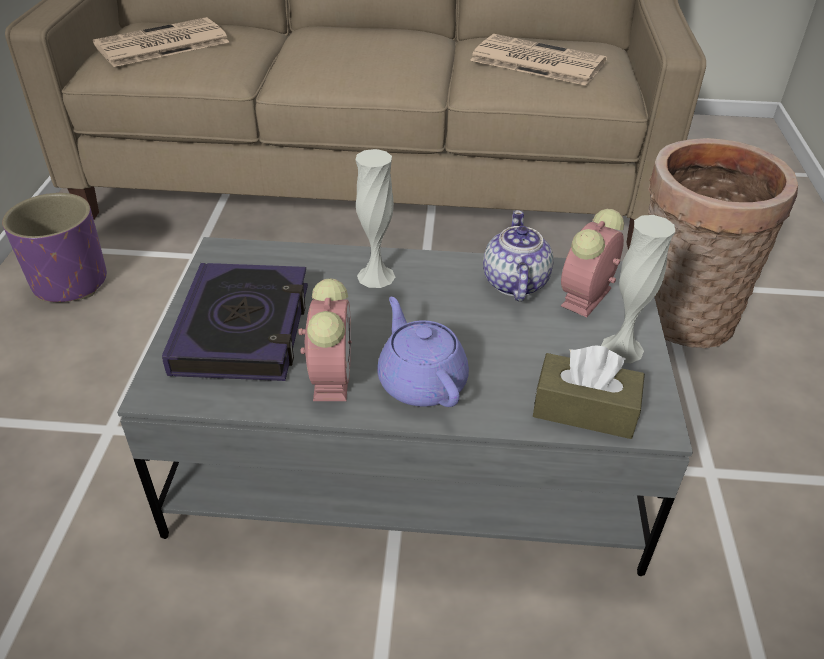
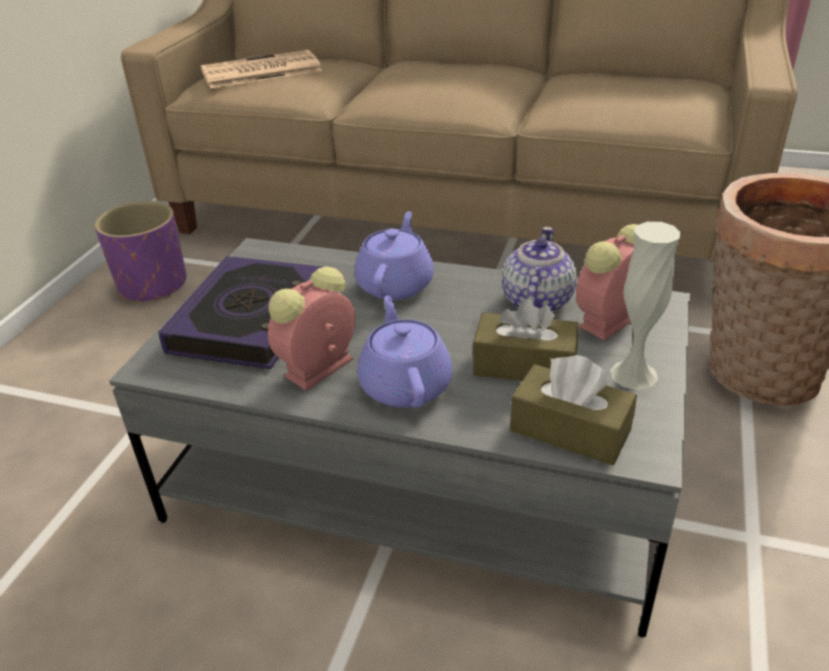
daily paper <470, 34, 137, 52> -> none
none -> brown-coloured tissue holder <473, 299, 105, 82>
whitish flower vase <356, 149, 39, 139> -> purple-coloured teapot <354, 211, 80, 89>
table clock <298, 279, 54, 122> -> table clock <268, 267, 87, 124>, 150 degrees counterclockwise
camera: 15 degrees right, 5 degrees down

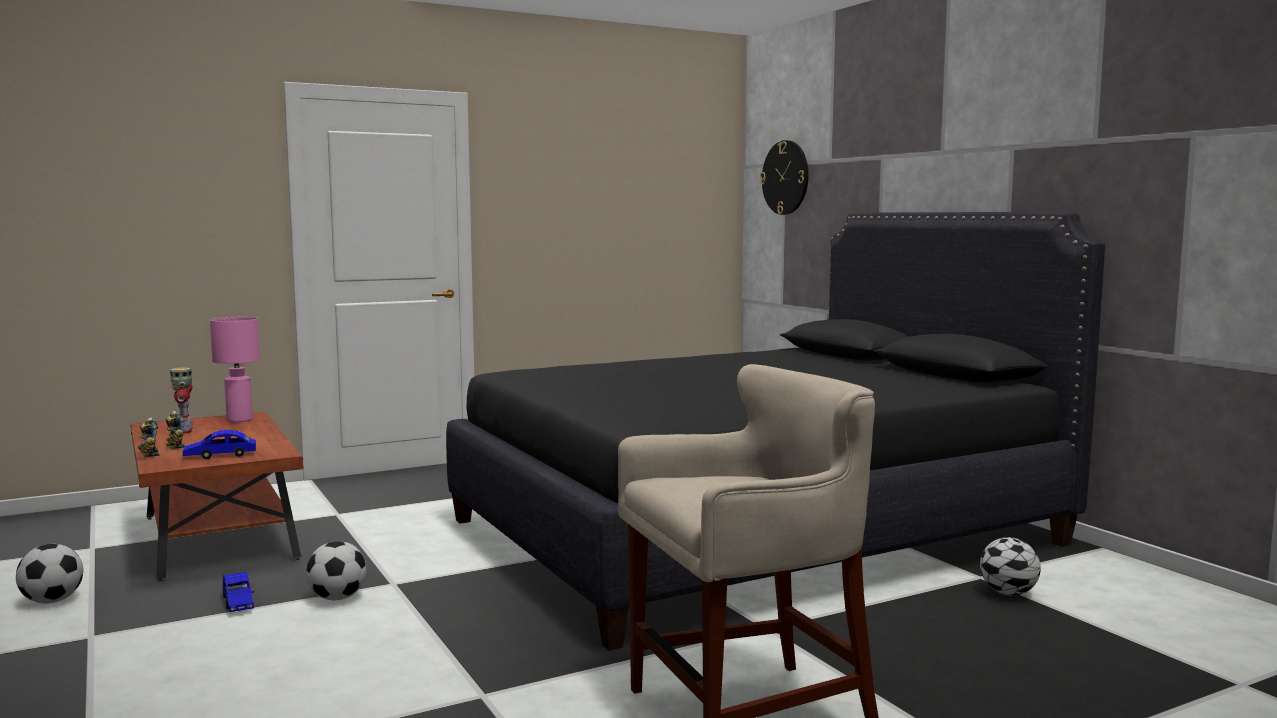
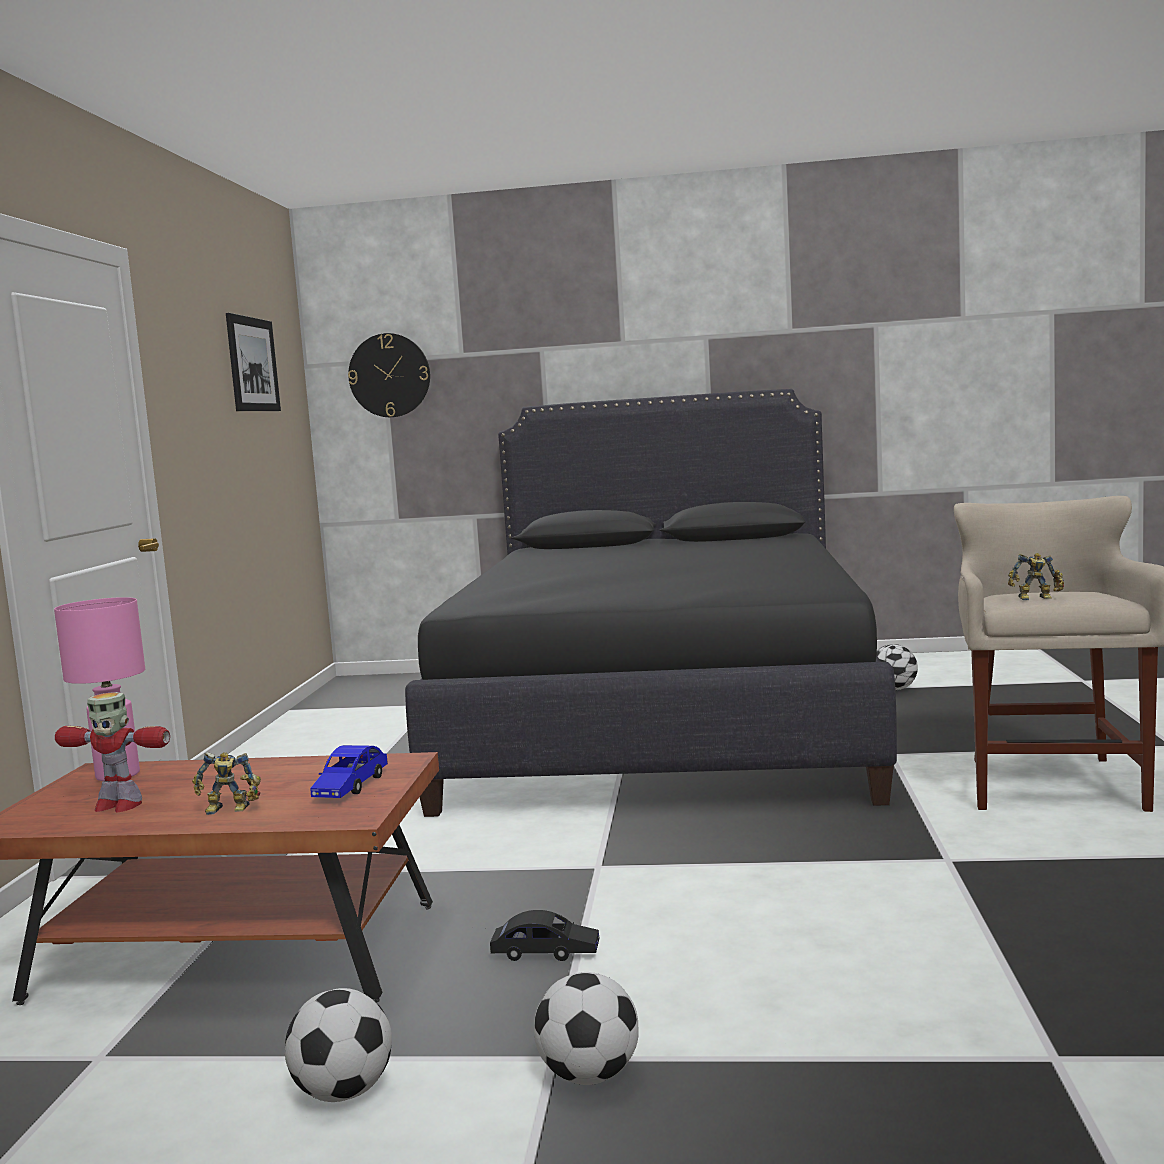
none -> wall picture <226, 313, 55, 98>
toy robot <138, 417, 21, 40> -> toy robot <1008, 553, 56, 47>, moved
ball for football <306, 541, 60, 59> -> ball for football <534, 972, 105, 113>, moved
bluish toy car <223, 572, 31, 40> -> blackish toy car <490, 910, 110, 51>
camera: 55 degrees left, 0 degrees up

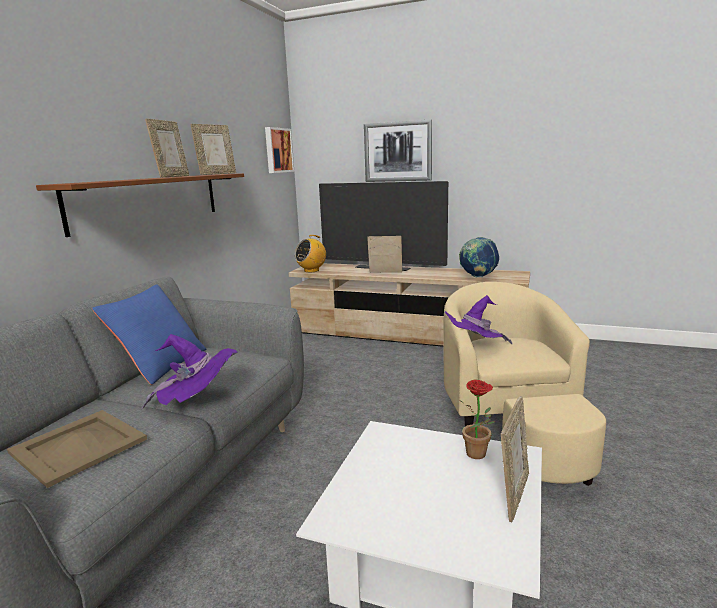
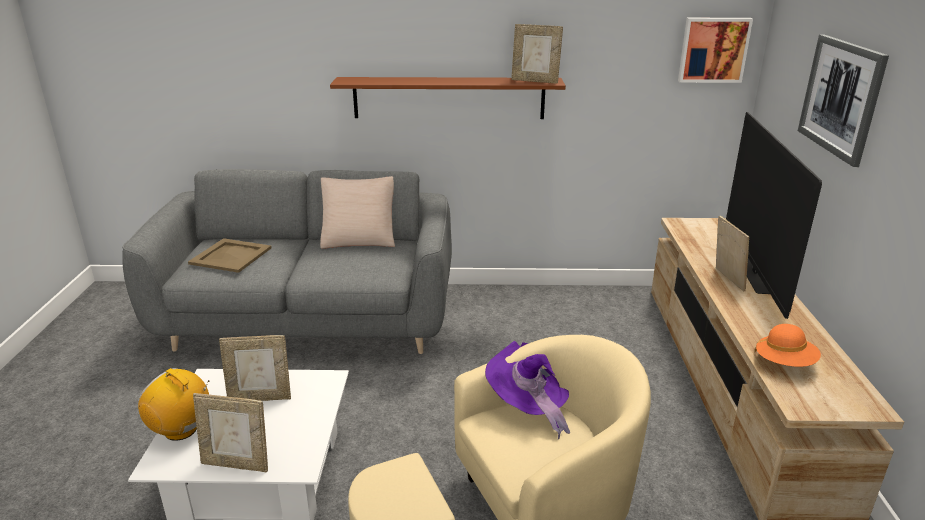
purple-coloured hat <141, 334, 97, 75> -> none
plant in a pot <460, 380, 35, 79> -> none
standing frame <145, 118, 45, 59> -> standing frame <219, 335, 72, 66>, moved
radio <295, 235, 31, 37> -> radio <138, 368, 72, 73>, moved
world globe <459, 237, 40, 40> -> orangey hat <755, 324, 66, 43>
bluish pillow <92, 284, 115, 101> -> sand-coloured pillow <320, 176, 75, 73>
camera: 70 degrees right, 10 degrees up

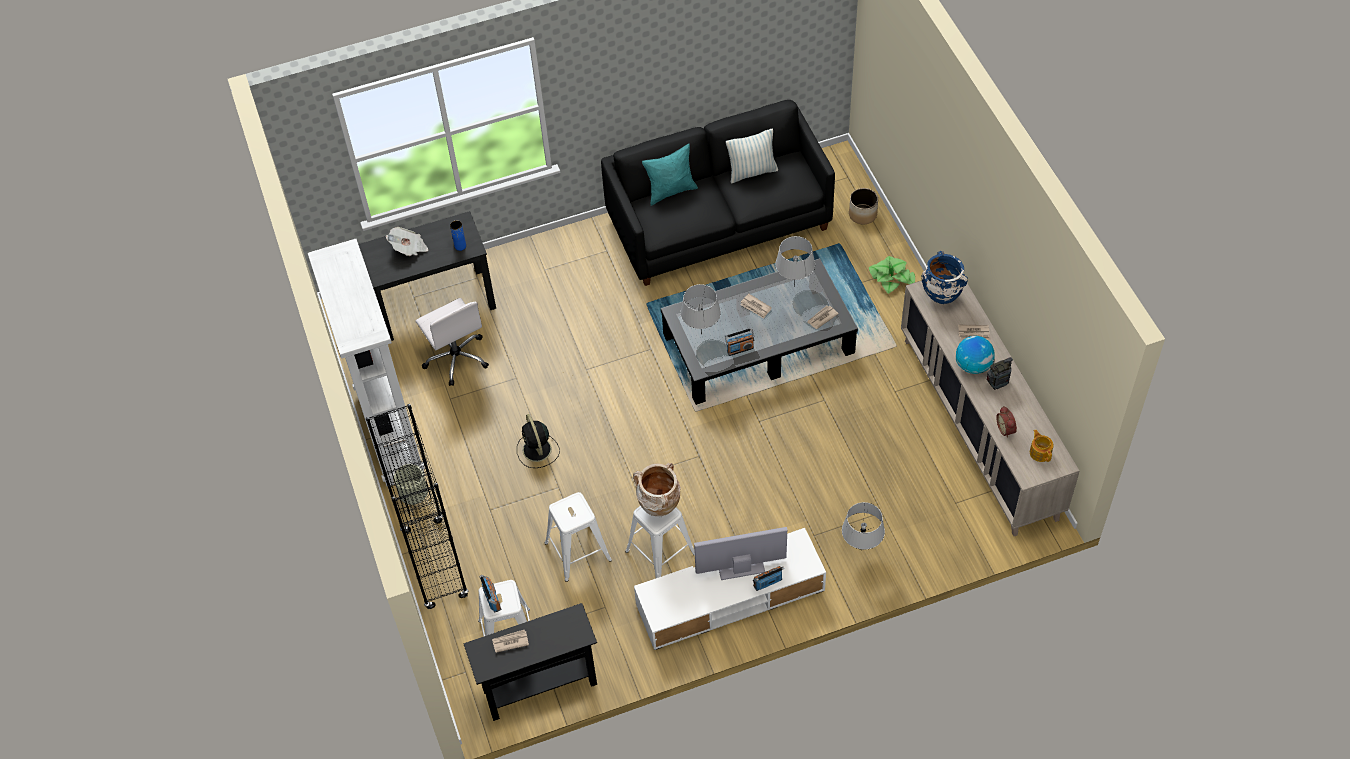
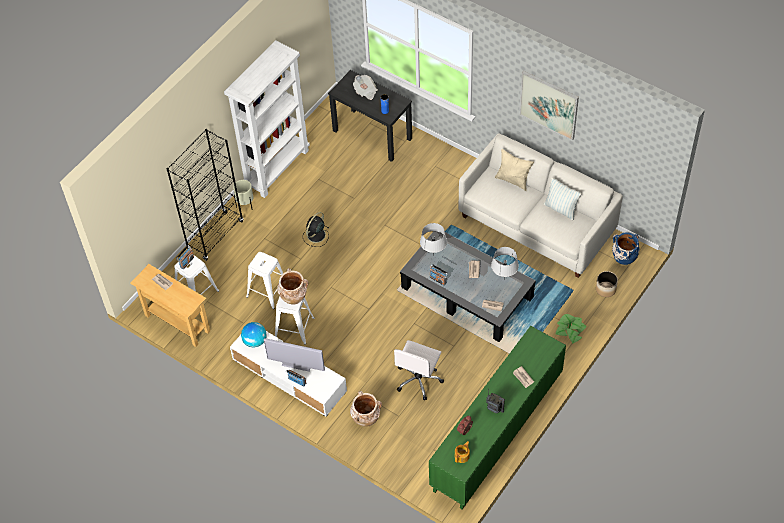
none -> wall picture <519, 71, 60, 70>
whitish computer chair <416, 298, 73, 88> -> whitish computer chair <394, 340, 50, 60>, moved
bluish flower vase <921, 251, 46, 53> -> bluish flower vase <612, 232, 28, 33>, moved
world globe <956, 336, 39, 38> -> world globe <241, 322, 26, 25>, moved
gray lamp for a table <842, 502, 43, 48> -> sand-coloured flower vase <350, 391, 32, 36>
blackish narrow table <463, 603, 134, 118> -> sand-coloured narrow table <130, 264, 80, 83>
blackish sofa <601, 100, 234, 186> -> whitish sofa <458, 133, 165, 145>
turquoise pillow <642, 144, 56, 62> -> sand-coloured pillow <495, 149, 39, 42>
sand-coloured storage cabinet <901, 281, 179, 255> -> green-coloured storage cabinet <429, 326, 137, 183>
television <694, 527, 93, 53> -> television <264, 338, 61, 33>, 150 degrees clockwise
camera: 55 degrees right, 0 degrees up

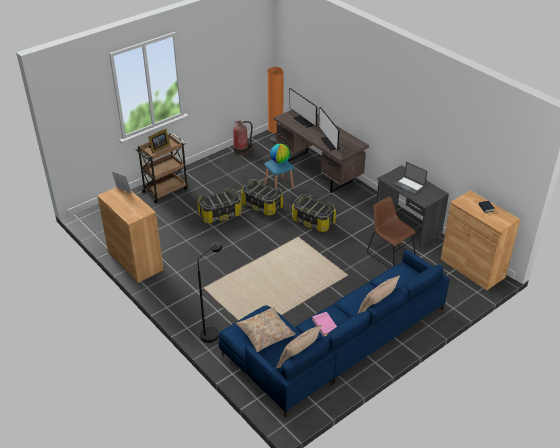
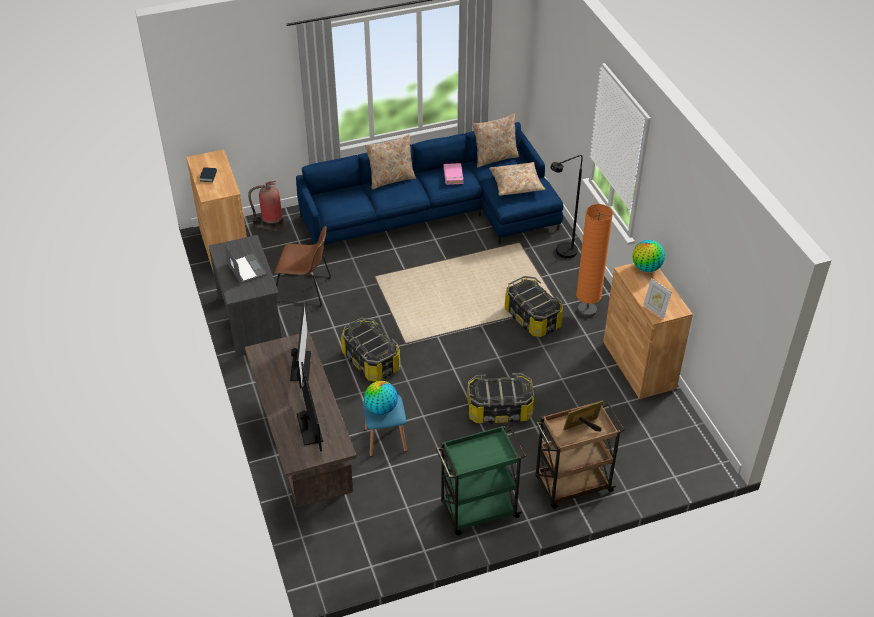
none -> green-coloured cart <436, 426, 90, 109>
none -> world globe <632, 240, 33, 32>
extinguisher <233, 120, 20, 35> -> extinguisher <248, 181, 36, 50>, moved
storage bin <241, 179, 42, 36> -> storage bin <505, 276, 58, 61>, moved
orangey standing lamp <267, 67, 16, 76> -> orangey standing lamp <576, 204, 37, 113>, moved
brown-coloured upright chair <367, 197, 49, 71> -> brown-coloured upright chair <275, 226, 56, 81>, 60 degrees counterclockwise
camera: 160 degrees left, 5 degrees up

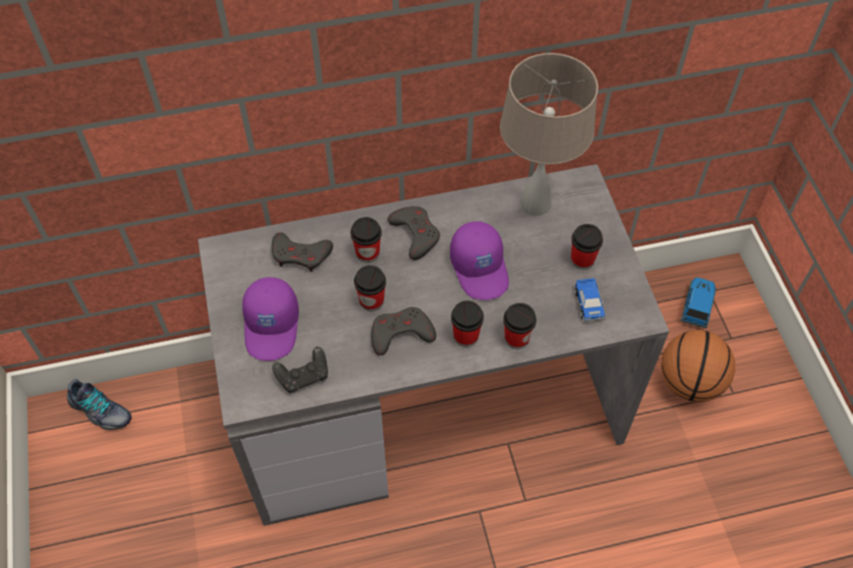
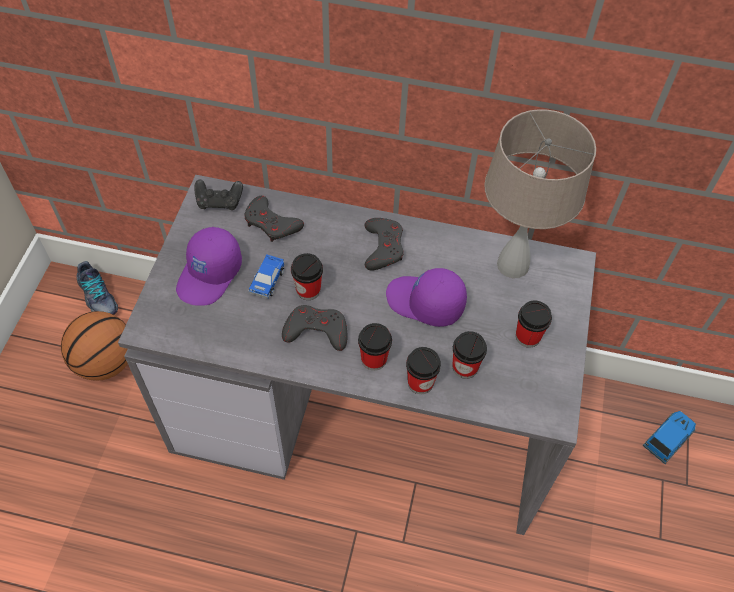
blackish gamepad <272, 347, 56, 46> -> blackish gamepad <194, 180, 49, 30>, moved
small cup <351, 217, 31, 46> -> small cup <453, 331, 34, 48>, moved
toy car <574, 278, 31, 44> -> toy car <249, 254, 35, 45>, moved
basketball <661, 330, 74, 72> -> basketball <61, 311, 67, 70>, moved
purple-coloured peaked cap <450, 221, 59, 79> -> purple-coloured peaked cap <386, 268, 81, 59>, 105 degrees clockwise
camera: 25 degrees right, 0 degrees up

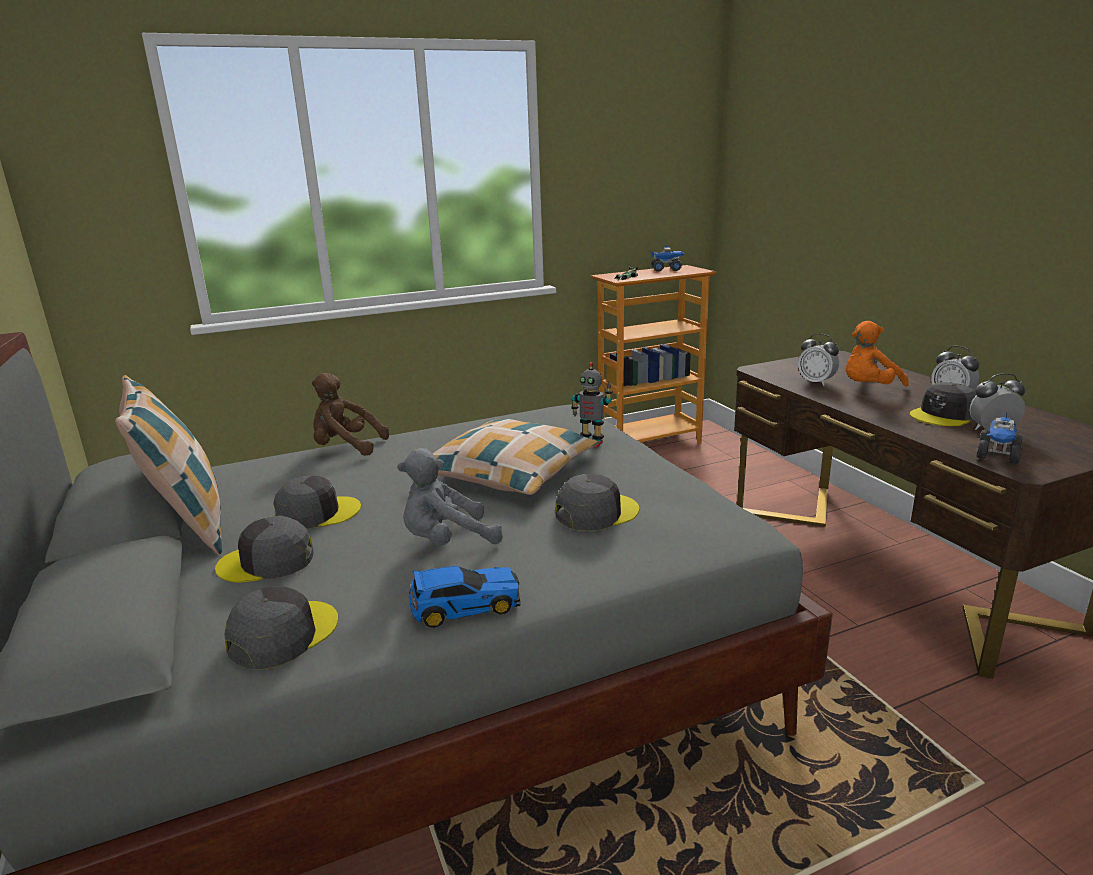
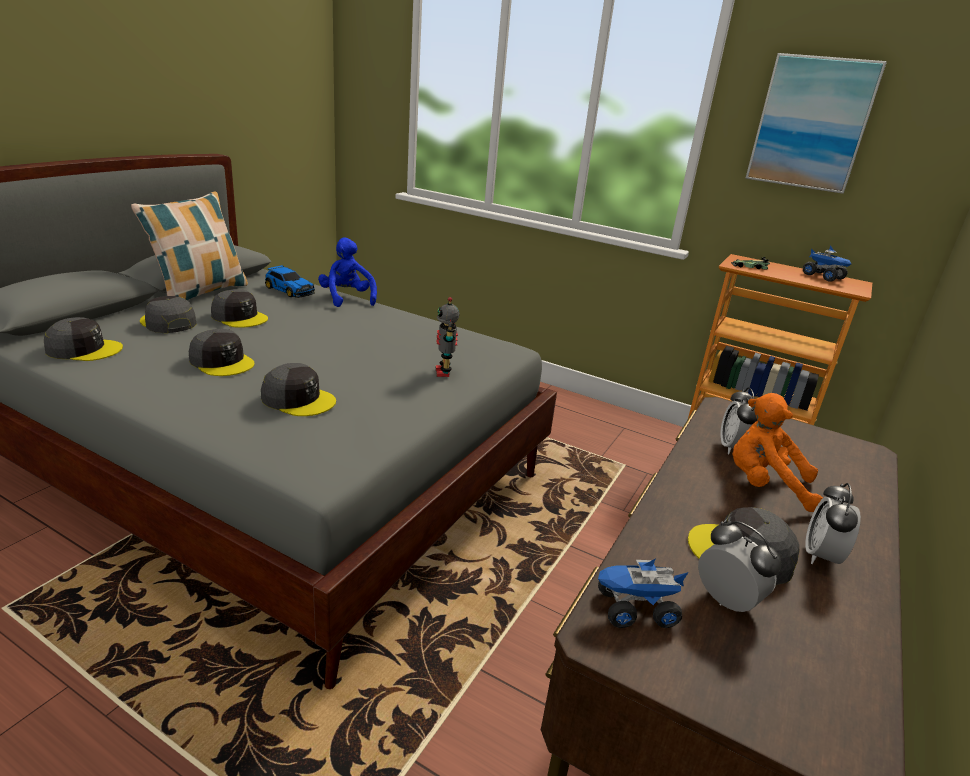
pillow <433, 419, 166, 76> -> none
none -> wall picture <745, 53, 142, 141>
toy car <409, 566, 112, 62> -> toy car <265, 265, 50, 33>, moved
gray plush toy <397, 448, 106, 98> -> gray peaked cap <189, 329, 66, 47>
brown-coloured plush toy <312, 373, 77, 83> -> bluish plush toy <318, 237, 59, 70>
camera: 50 degrees right, 5 degrees up

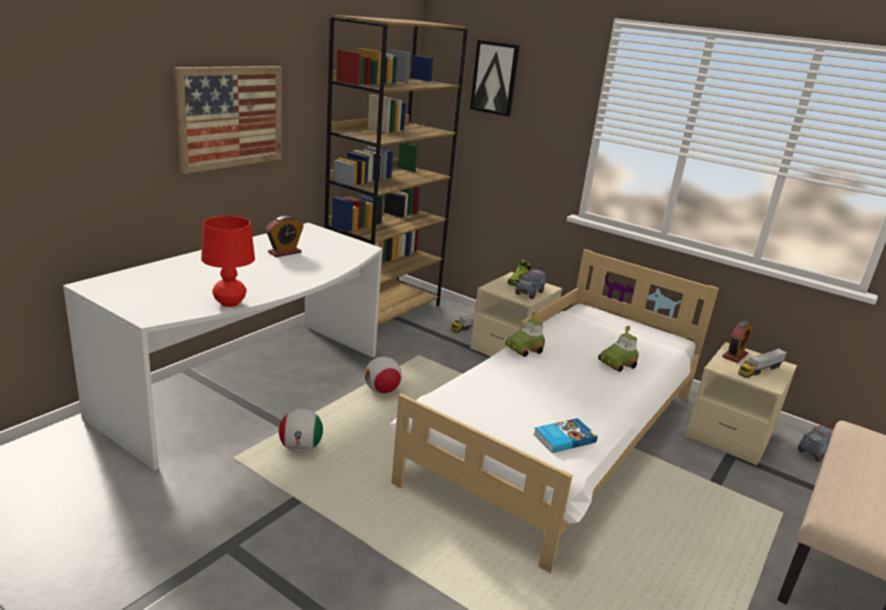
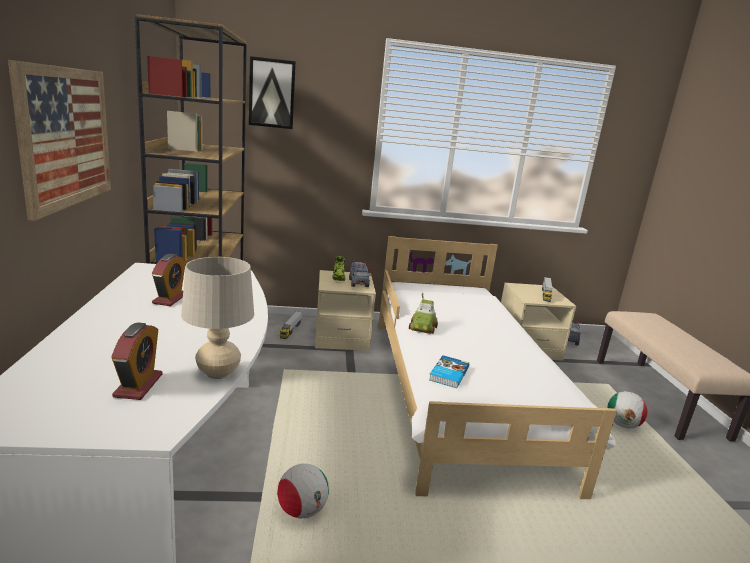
toy car <598, 326, 41, 46> -> none
ball for football <365, 357, 37, 37> -> ball for football <607, 391, 41, 38>, moved
bound book <533, 418, 65, 35> -> bound book <429, 355, 40, 33>, moved
table clock <722, 320, 31, 43> -> table clock <111, 322, 52, 78>, moved
red-coloured lamp for a table <201, 216, 54, 91> -> sand-coloured lamp for a table <181, 257, 73, 122>
camera: 40 degrees left, 5 degrees down

